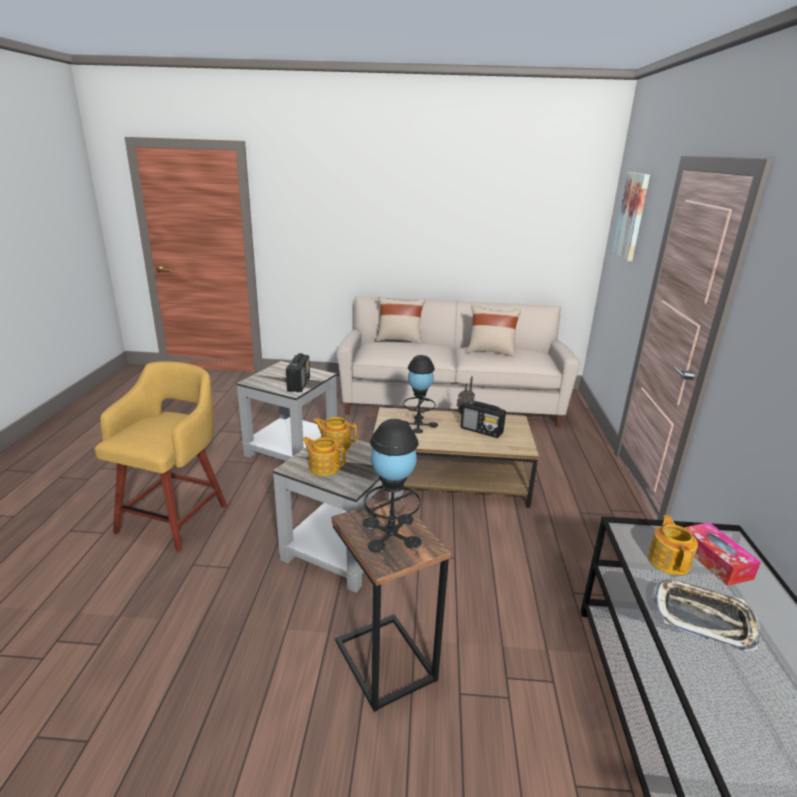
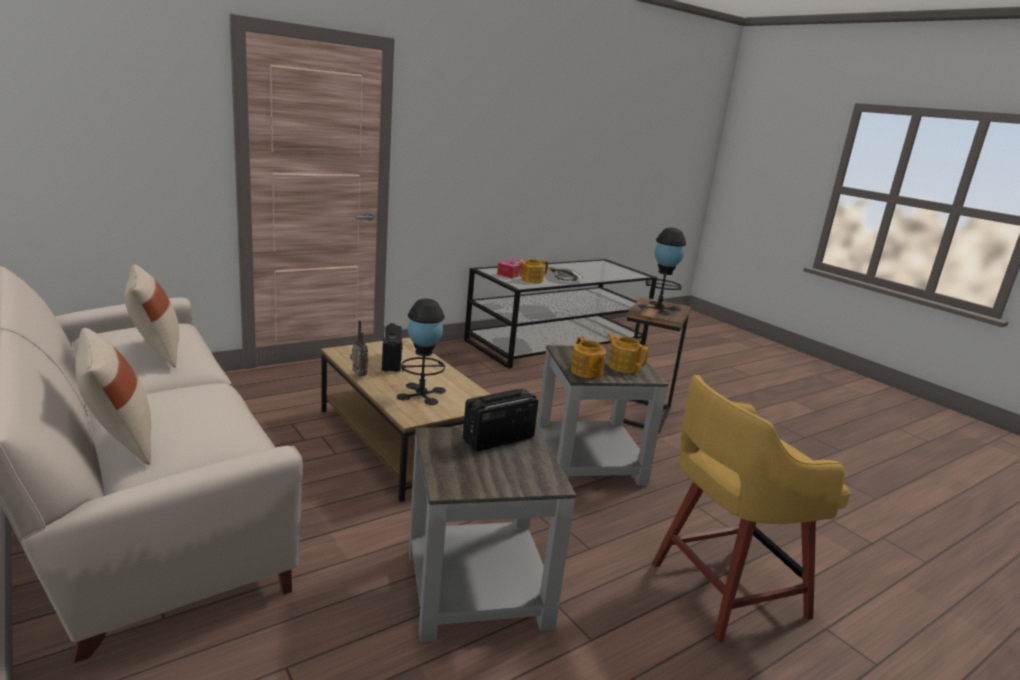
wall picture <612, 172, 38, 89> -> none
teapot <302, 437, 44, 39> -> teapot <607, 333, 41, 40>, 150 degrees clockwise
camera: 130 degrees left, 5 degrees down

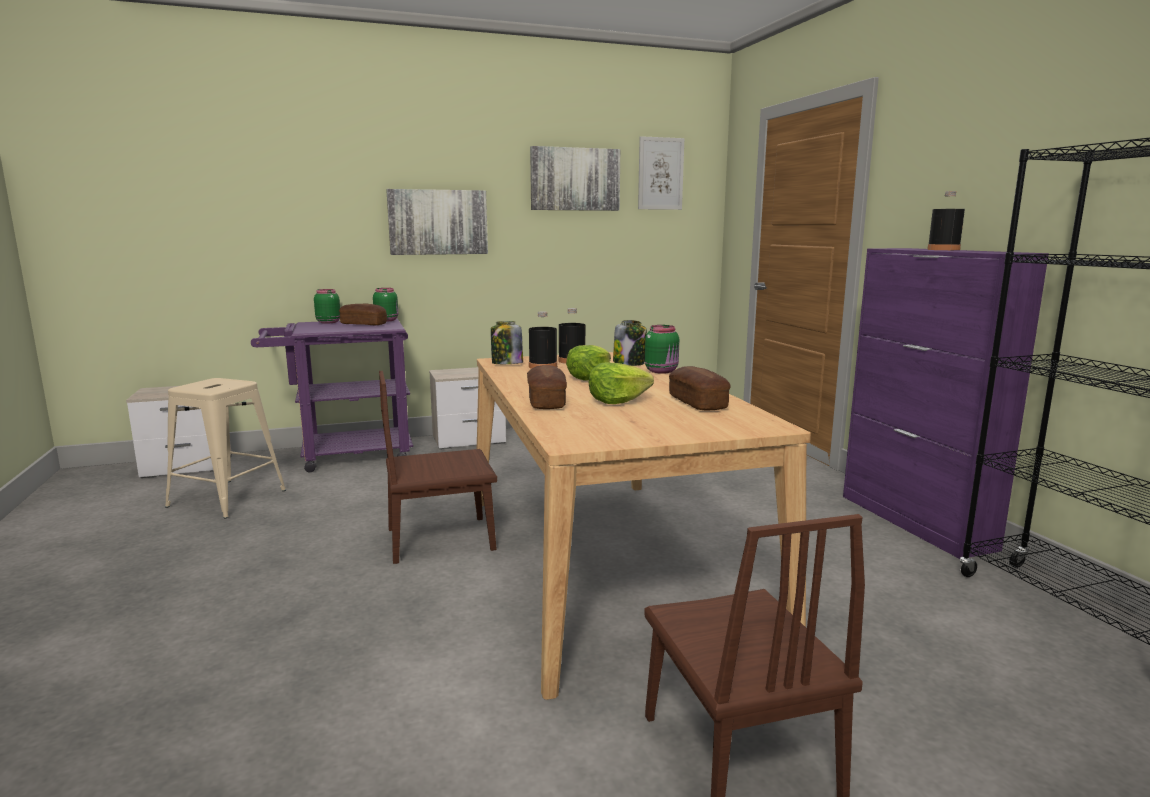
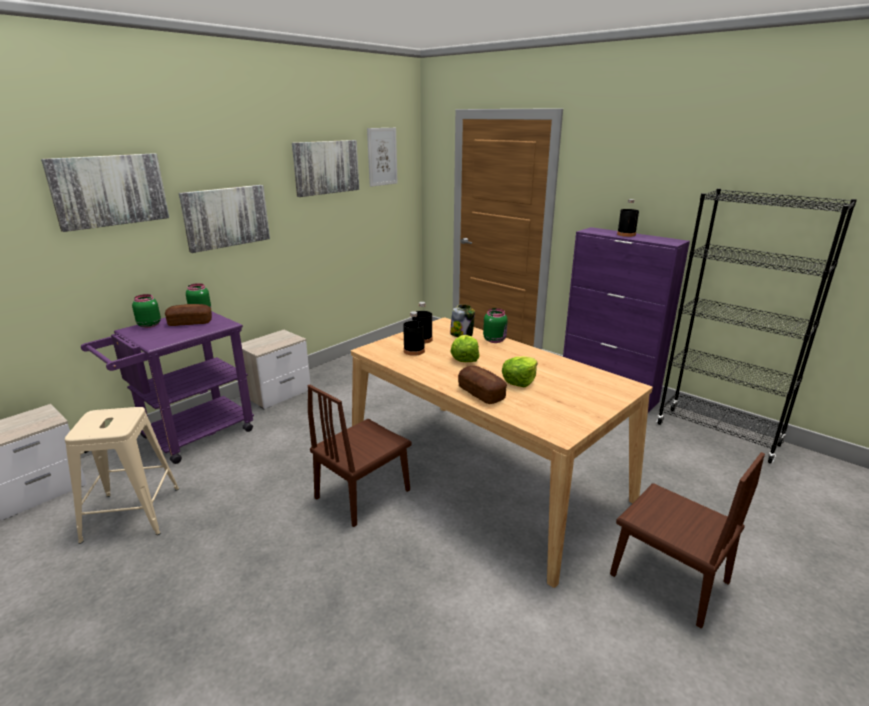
preserve jar <491, 321, 32, 43> -> none
baked bread <669, 366, 61, 44> -> none
none -> wall picture <41, 153, 128, 79>
camera: 30 degrees left, 10 degrees up

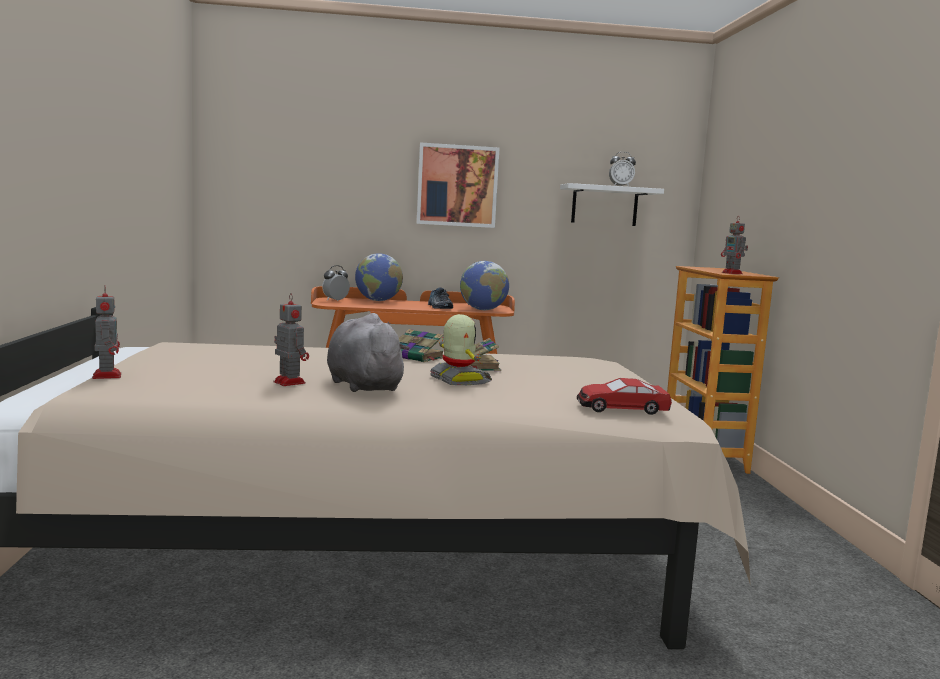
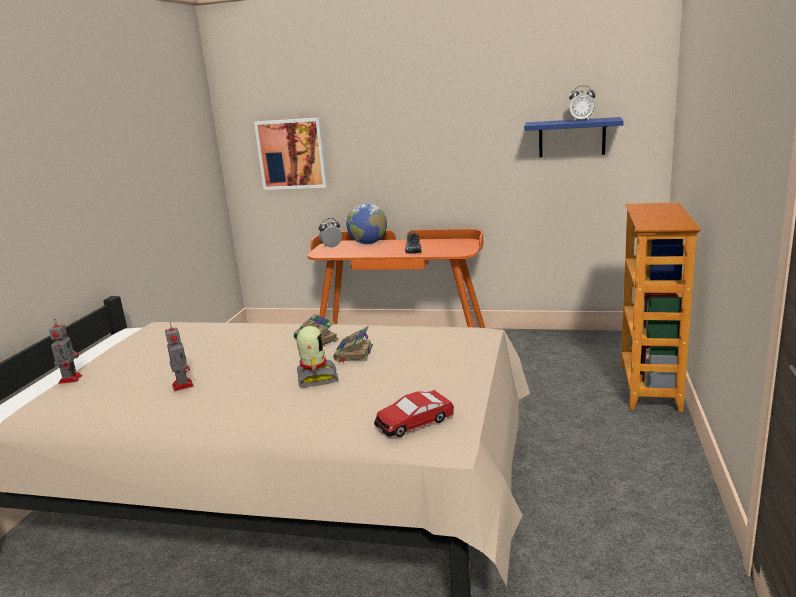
gray plush toy <327, 313, 83, 79> -> none
world globe <460, 261, 49, 49> -> none
toy robot <721, 217, 27, 57> -> none
wall picture <417, 142, 83, 86> -> wall picture <254, 118, 74, 72>, moved
whitish wall shelf <560, 183, 104, 43> -> bluish wall shelf <524, 117, 100, 40>
toy car <577, 378, 95, 37> -> toy car <374, 390, 80, 47>, 45 degrees counterclockwise
camera: 20 degrees right, 10 degrees up

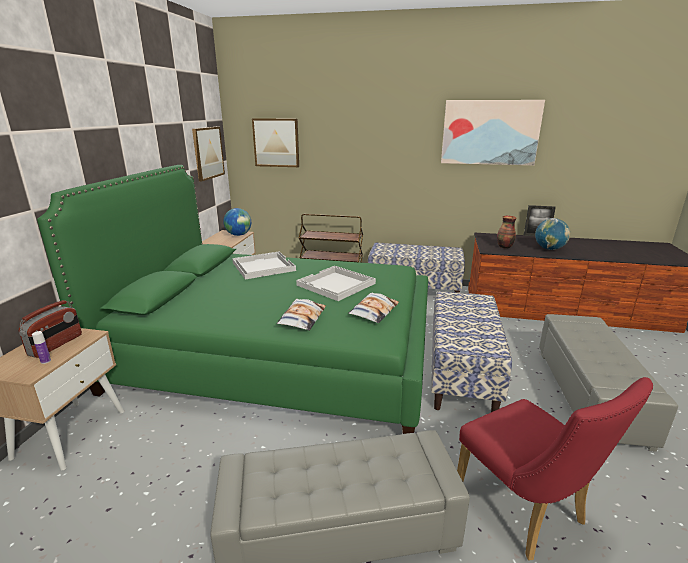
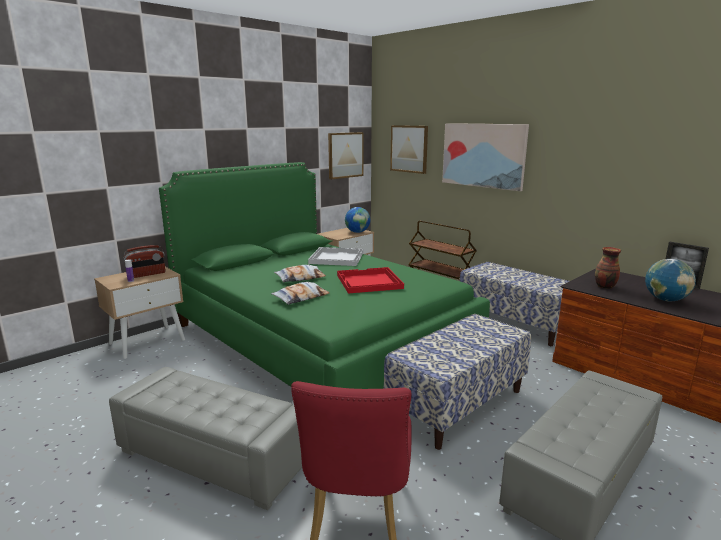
pillow <349, 293, 50, 30> -> pillow <274, 265, 52, 17>, moved
wall picture <441, 100, 104, 66> -> wall picture <442, 123, 87, 68>, moved
whitish tray <296, 266, 80, 35> -> red-coloured tray <337, 267, 67, 27>
camera: 35 degrees right, 5 degrees down

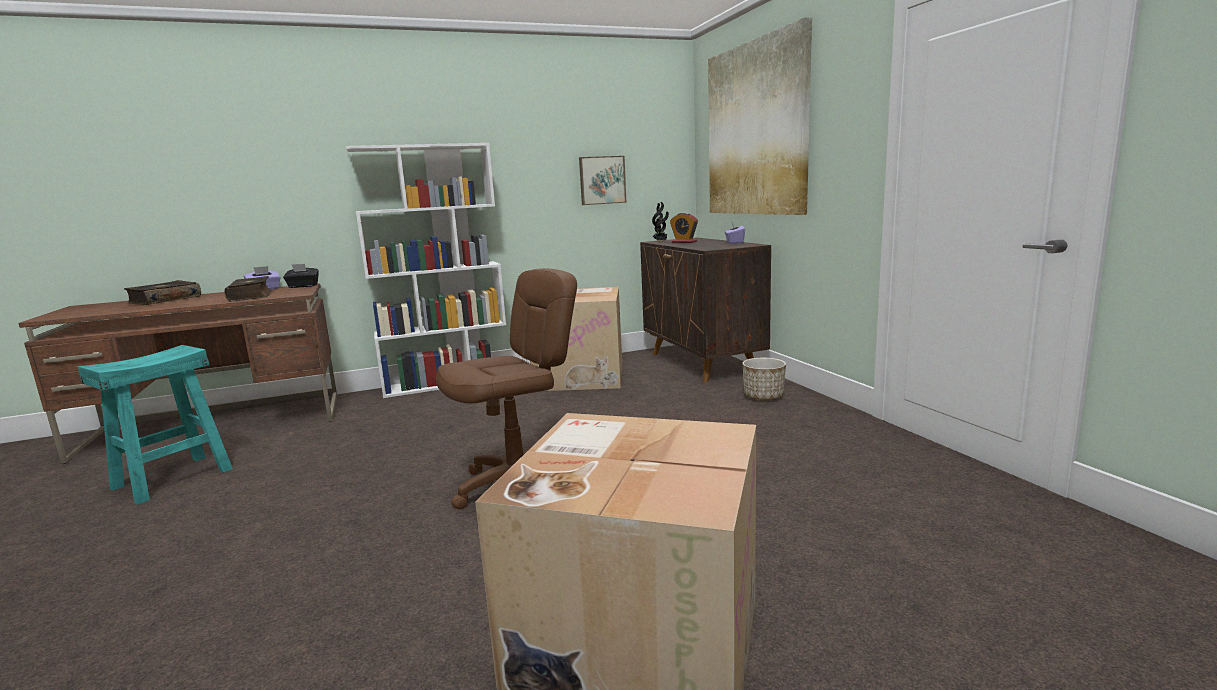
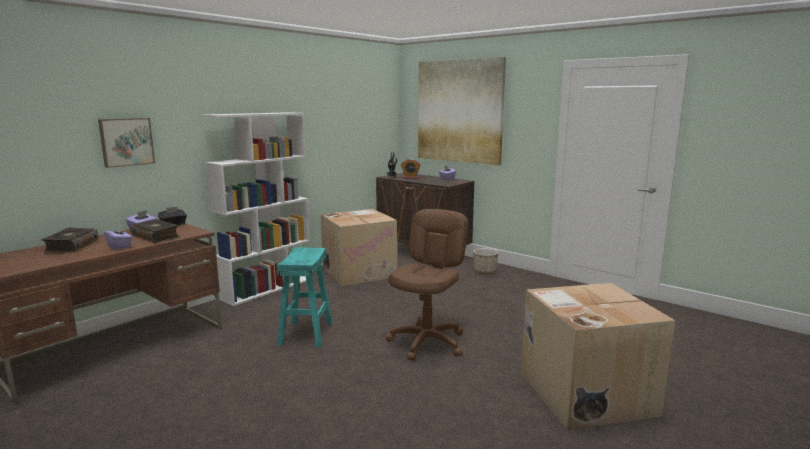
none -> purple-coloured tissue holder <104, 224, 28, 26>
turquoise stool seat <77, 345, 156, 160> -> turquoise stool seat <277, 247, 56, 100>, moved
wall picture <579, 156, 47, 49> -> wall picture <98, 118, 57, 50>, moved
camera: 30 degrees left, 0 degrees up

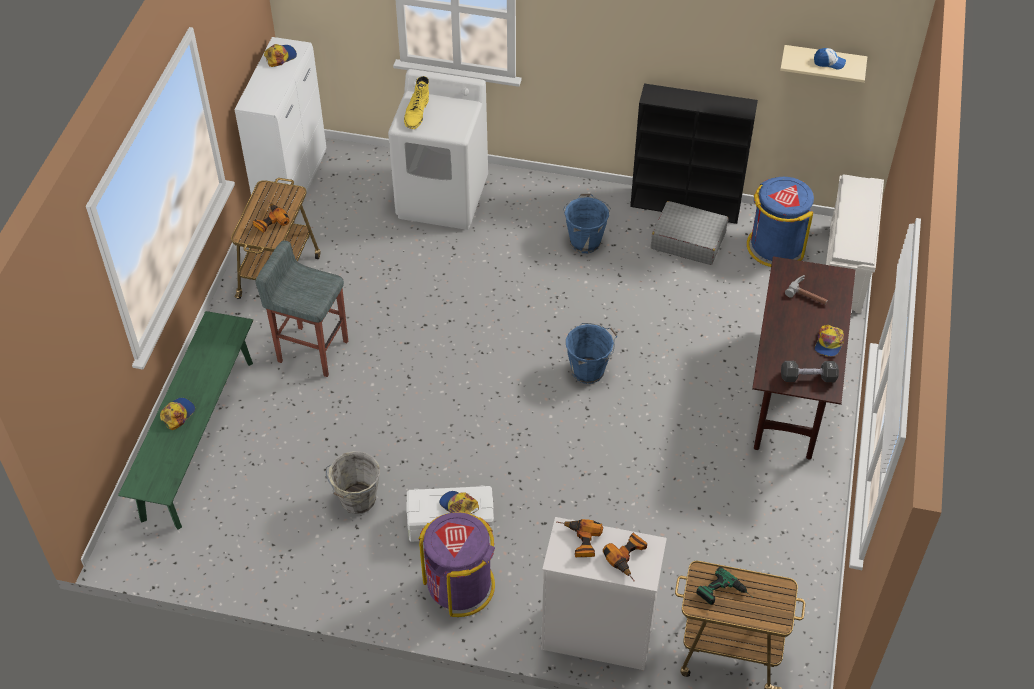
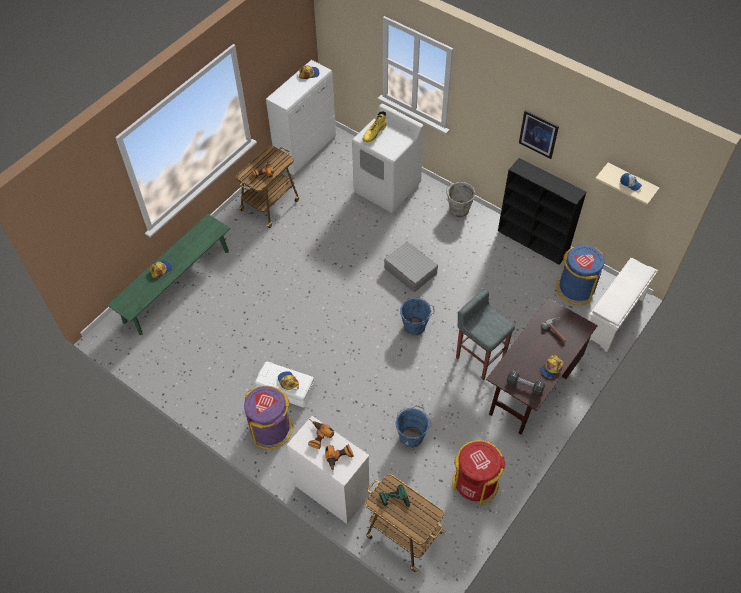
none -> red-coloured waste bin <452, 440, 53, 65>
none -> wall picture <519, 110, 40, 49>
gray stool seat <255, 240, 93, 137> -> gray stool seat <456, 289, 59, 91>, moved
gray pail <326, 451, 54, 63> -> gray pail <446, 182, 30, 36>, moved
bluish pail <563, 194, 48, 59> -> bluish pail <395, 405, 37, 43>, moved
gray travel case <651, 201, 77, 64> -> gray travel case <384, 242, 54, 50>, moved
camera: 25 degrees right, 5 degrees up

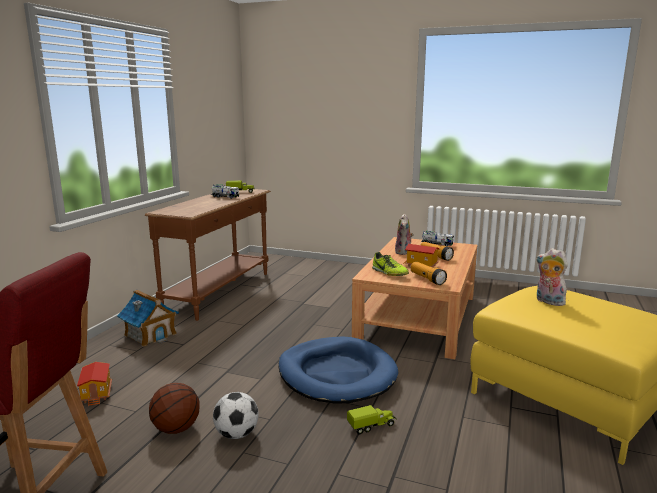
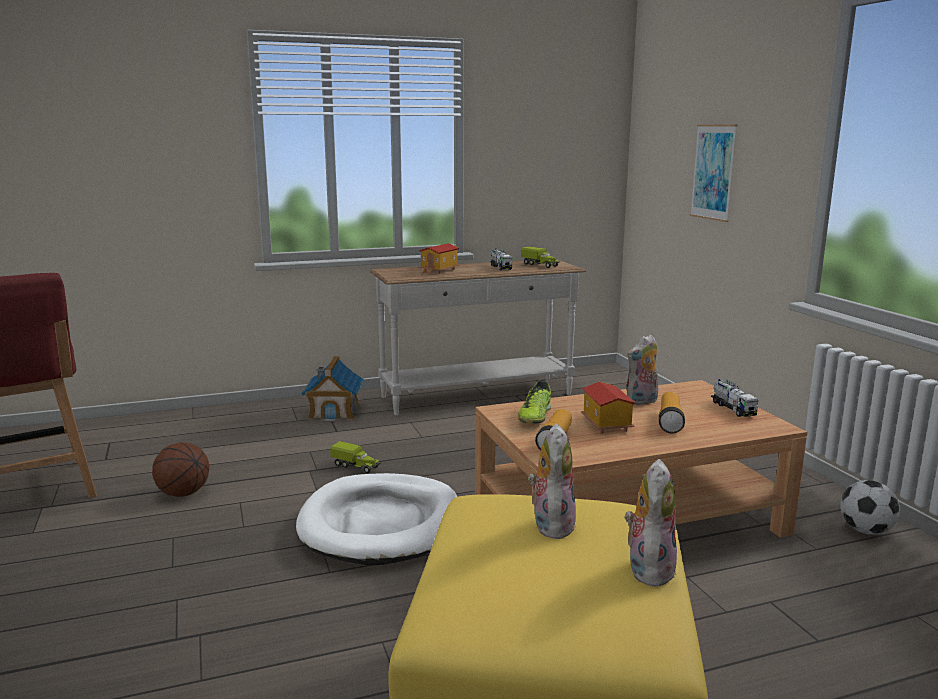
none -> plush toy <625, 459, 52, 128>
none -> wall picture <690, 125, 47, 97>
model house <77, 362, 35, 44> -> model house <418, 243, 41, 31>, moved
ball for football <213, 392, 46, 47> -> ball for football <840, 480, 60, 55>, moved
model truck <347, 405, 50, 29> -> model truck <330, 441, 50, 32>, moved
brown-coloured narrow table <145, 189, 126, 132> -> whitish narrow table <370, 260, 216, 155>
bluish dog cushion <278, 336, 120, 68> -> whitish dog cushion <296, 473, 161, 92>
camera: 50 degrees right, 0 degrees up

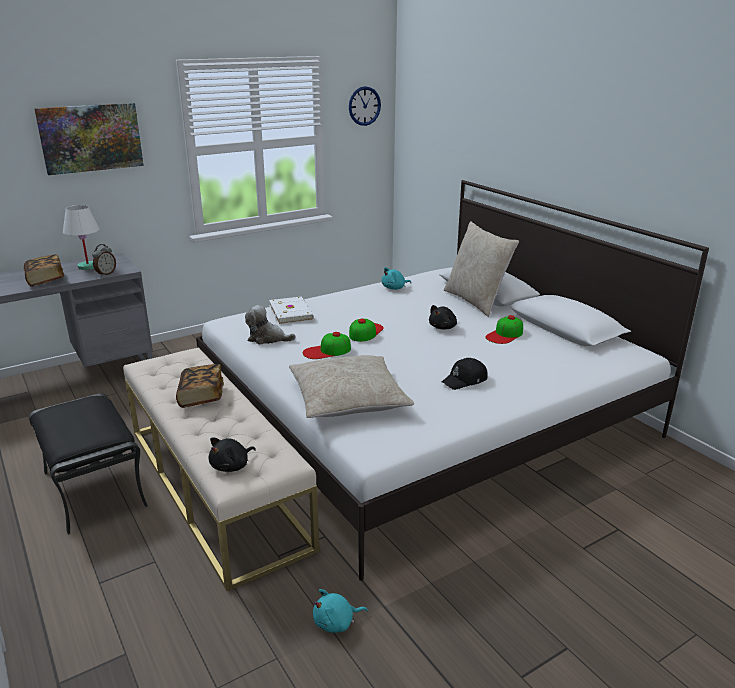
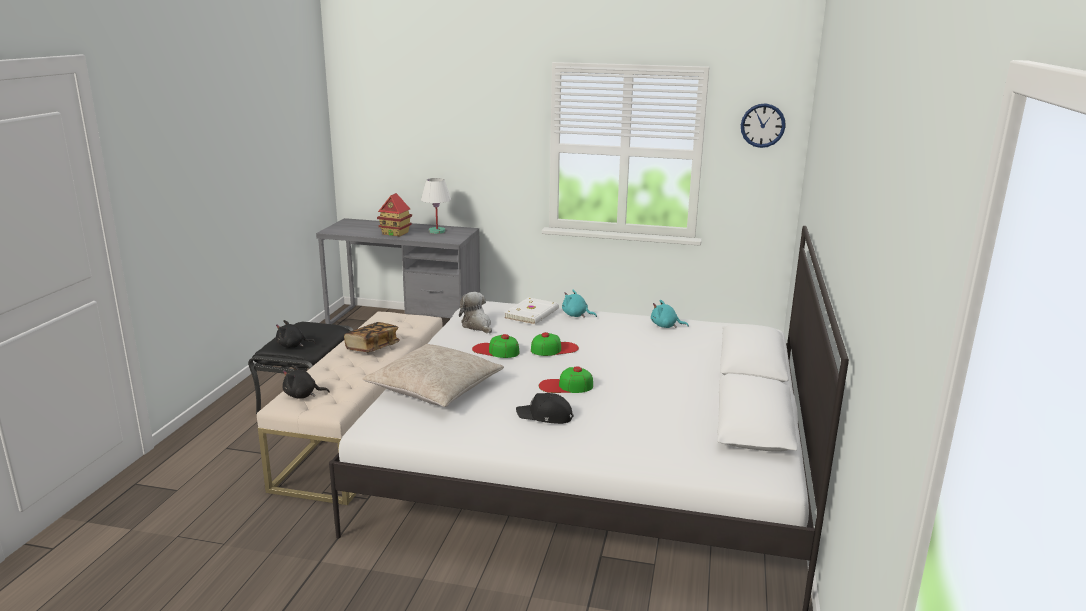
wall picture <34, 103, 110, 72> -> none
table clock <92, 244, 24, 33> -> none
sand-coloured pillow <444, 221, 75, 96> -> none
turquoise plush toy <313, 589, 55, 44> -> turquoise plush toy <562, 290, 35, 28>, moved
blackish plush toy <429, 305, 28, 24> -> blackish plush toy <276, 320, 40, 28>, moved
peaked cap <485, 315, 38, 29> -> peaked cap <539, 366, 54, 27>, moved
bound book <24, 254, 40, 33> -> model house <377, 193, 35, 43>
camera: 45 degrees right, 5 degrees down

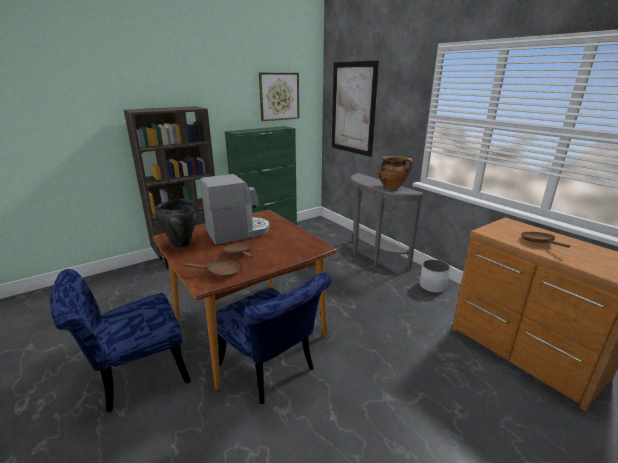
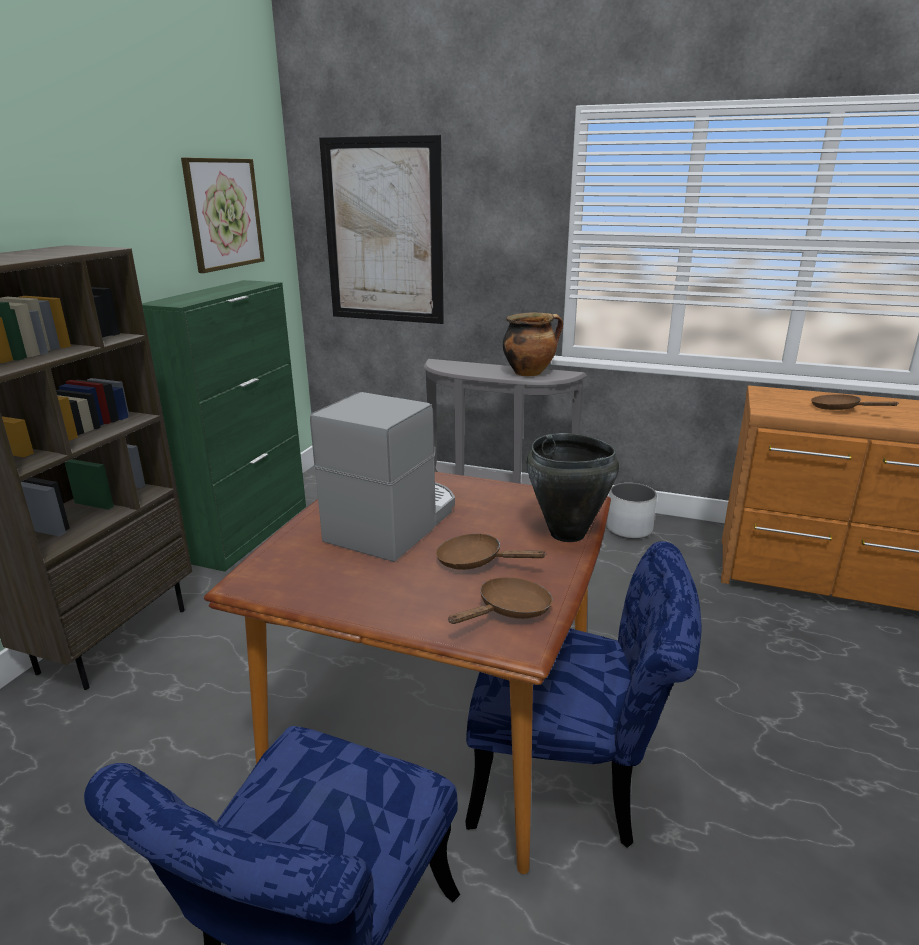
blackish cooking pot <155, 199, 42, 49> -> blackish cooking pot <527, 433, 92, 109>, moved
camera: 35 degrees left, 0 degrees up

